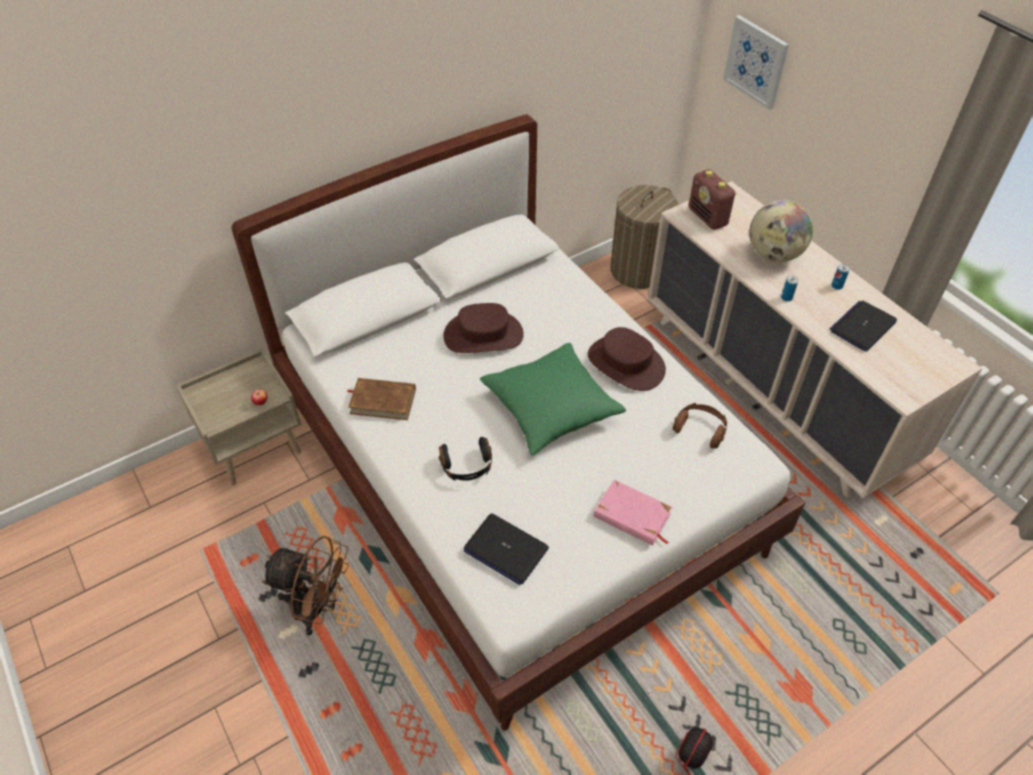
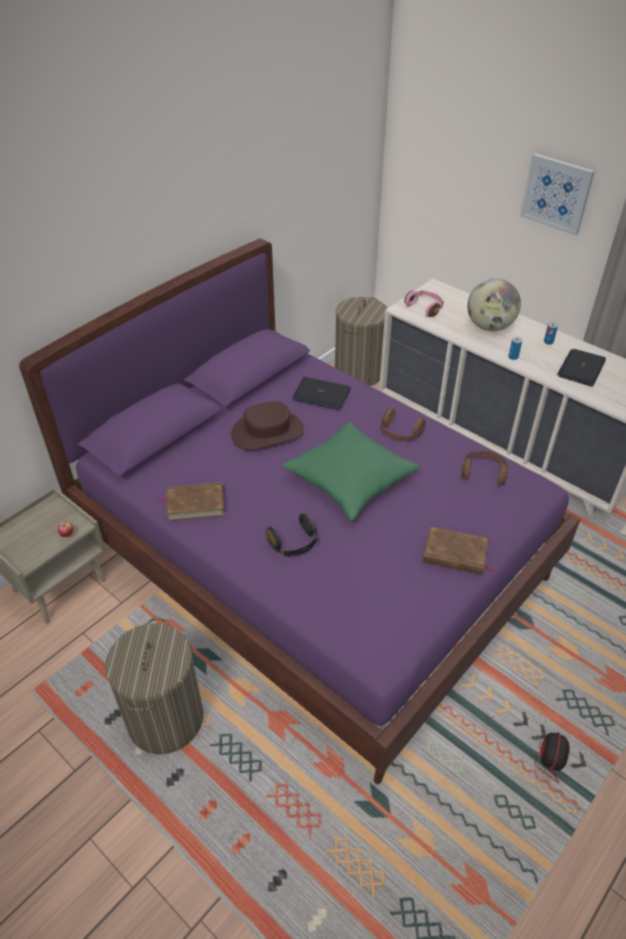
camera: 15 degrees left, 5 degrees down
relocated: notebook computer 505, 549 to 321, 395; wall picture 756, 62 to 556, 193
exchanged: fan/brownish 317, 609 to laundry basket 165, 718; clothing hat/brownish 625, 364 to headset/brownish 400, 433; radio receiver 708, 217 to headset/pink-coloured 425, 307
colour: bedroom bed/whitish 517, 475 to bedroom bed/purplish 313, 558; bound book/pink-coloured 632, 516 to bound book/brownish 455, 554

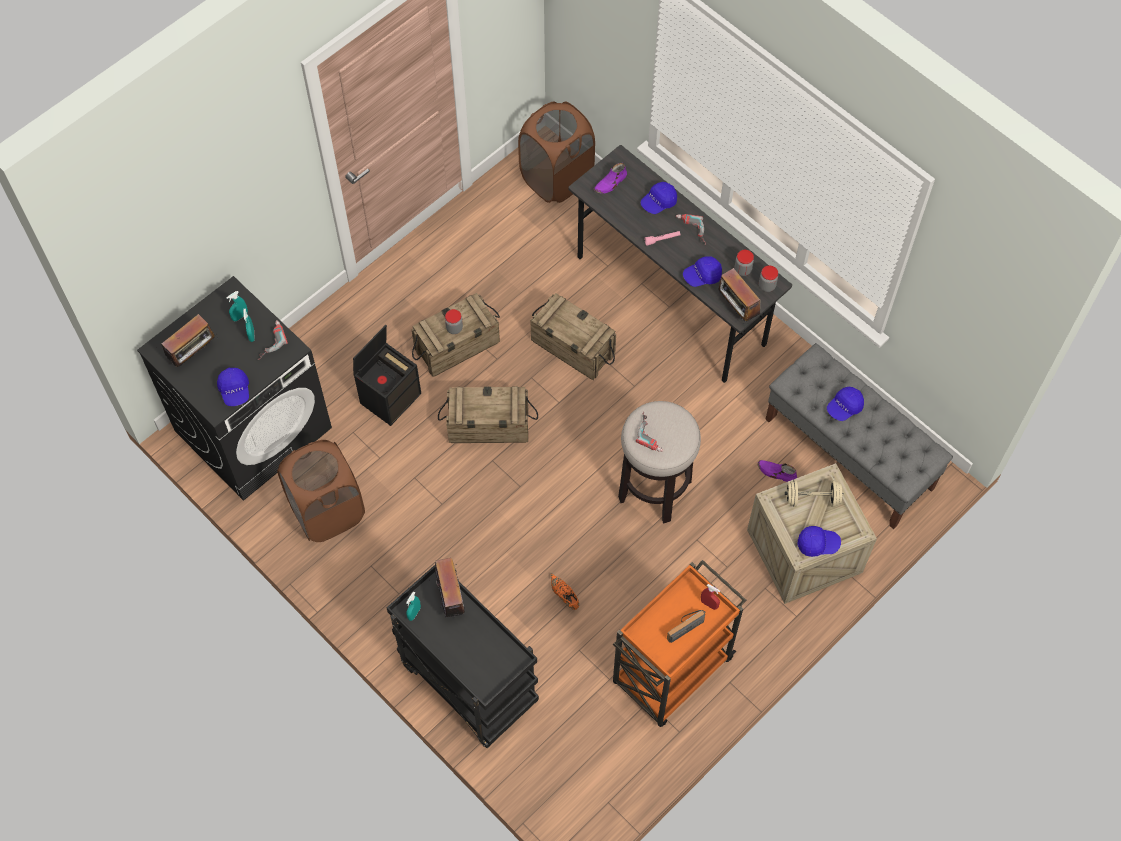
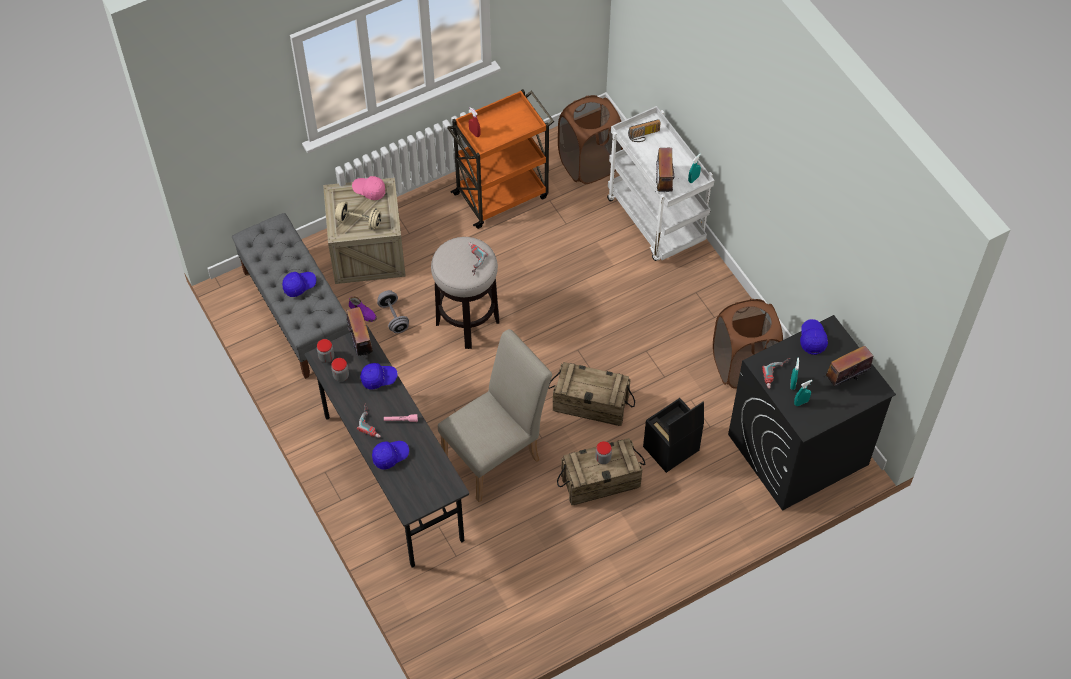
camera: 165 degrees left, 5 degrees down
missing: shoe/orange-coloured 564, 596; shoe/purplish 610, 183
appeared: free weight/gray 393, 317
relocated: laundry basket/brownish 556, 178 to 589, 164; radio receiver 684, 625 to 644, 136
exchanged: crate 572, 348 to plain chair/beige-coloured 497, 455
colour: cap/blue 817, 544 to cap/pink-coloured 369, 190; trolley/blackish 466, 682 to trolley/whitish 657, 221

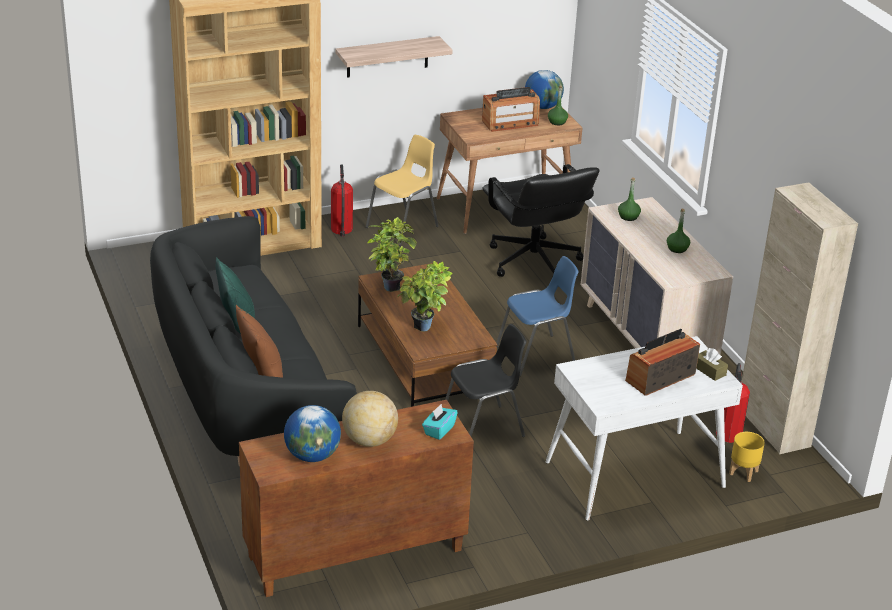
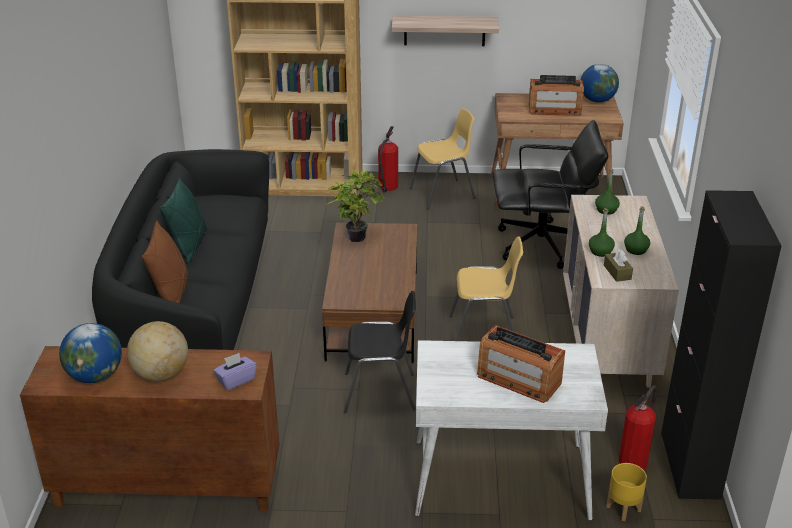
camera: 25 degrees right, 0 degrees up
missing: potted plant 424, 329
relocated: drink bottle/green-coloured 557, 122 to 600, 251; tissue box/brownish 709, 371 to 617, 272
colour: tissue box/turquoise 439, 430 to tissue box/purplish 236, 380; plain chair/blue 536, 355 to plain chair/yellow 484, 332; cupboard/beige-coloured 773, 427 to cupboard/blackish 689, 465
spun: radio receiver 660, 377 = 518, 380 135 degrees counterclockwise; computer chair/blackish 533, 262 = 542, 245 90 degrees counterclockwise

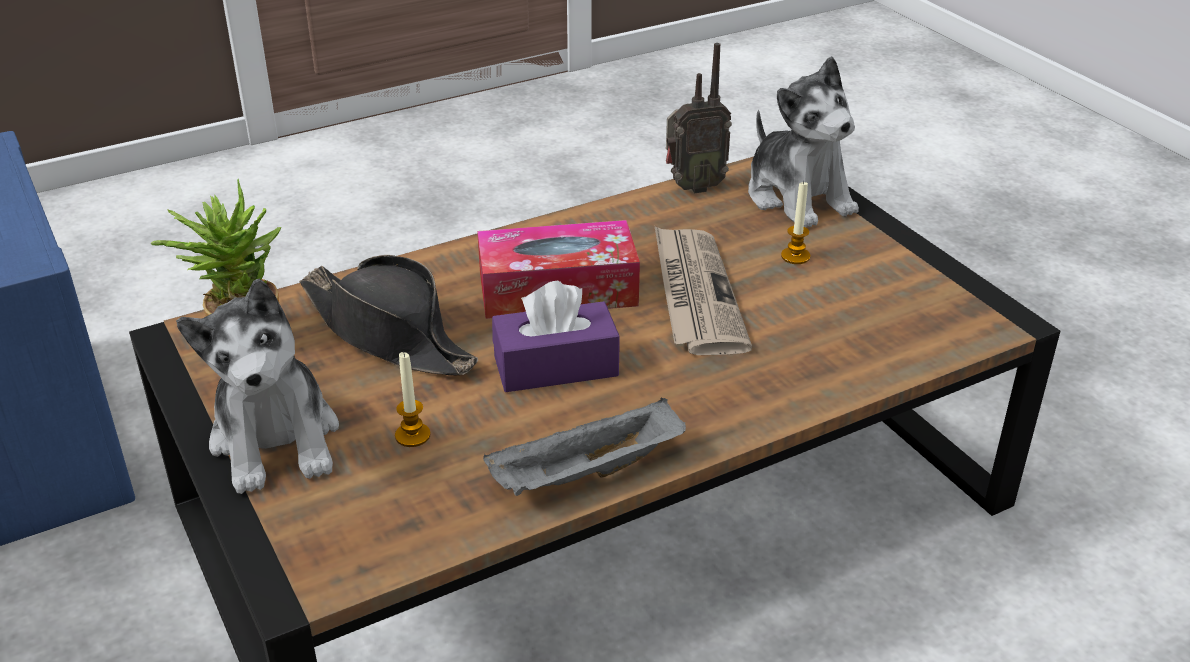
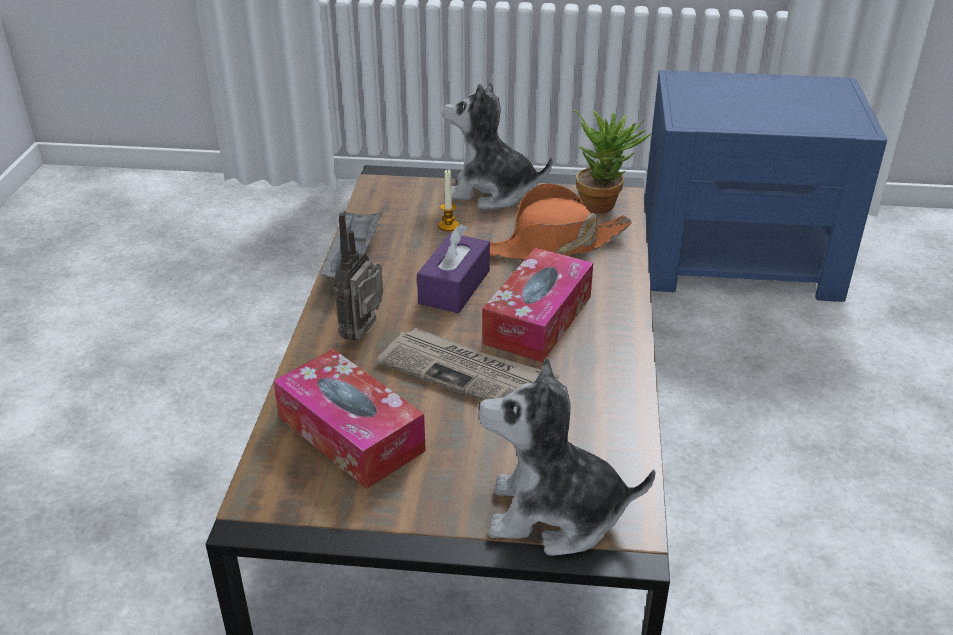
camera: 125 degrees right, 0 degrees up
missing: wax candle 795, 256
appeared: tissue box 350, 434
relocated: radio receiver 692, 187 to 364, 334
colour: clothing hat/blackish 389, 334 to clothing hat/orange-coloured 553, 245

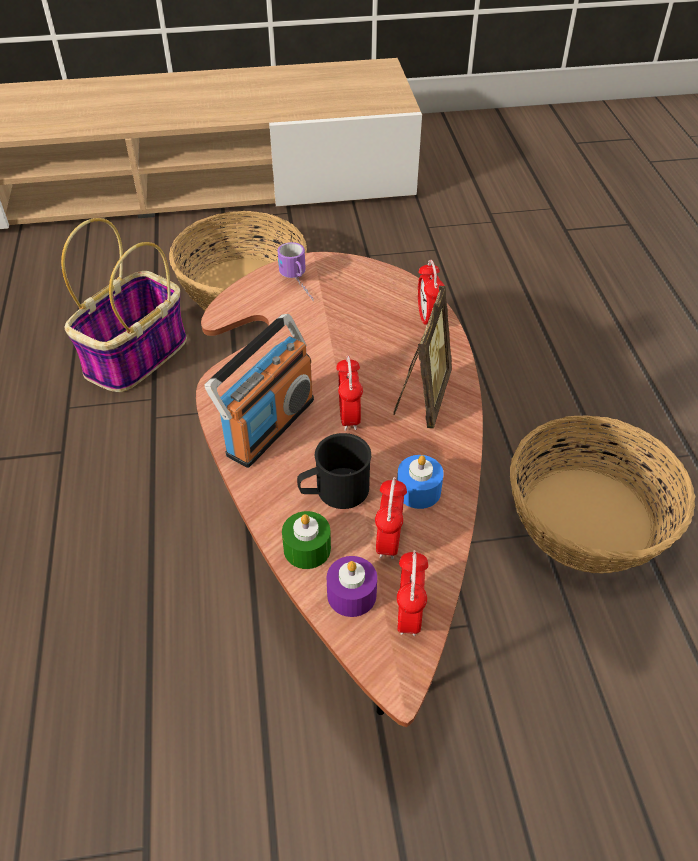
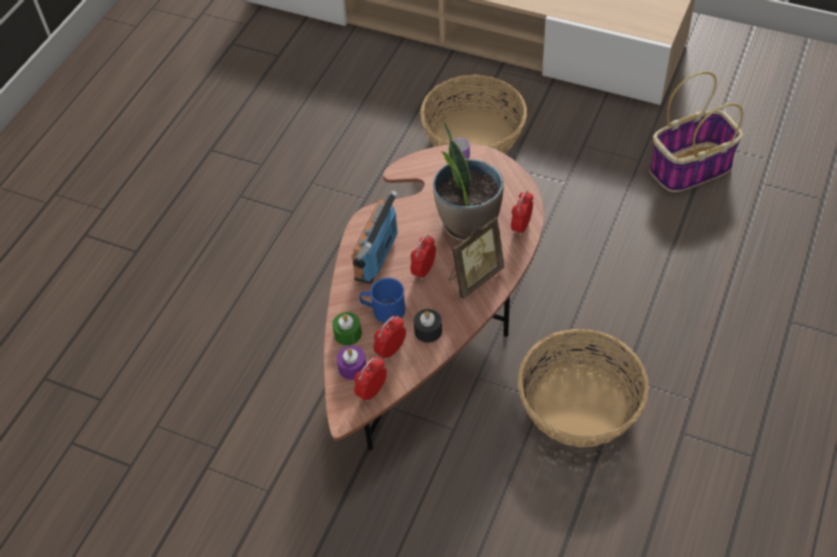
camera: 35 degrees right, 5 degrees up
appeared: potted plant 468, 223
relocated: basket 136, 357 to 690, 169
colour: coffee mug/blackish 334, 491 to coffee mug/blue 383, 310; wax candle/blue 418, 490 to wax candle/blackish 428, 330
spun: radio receiver 269, 426 = 376, 256 135 degrees clockwise

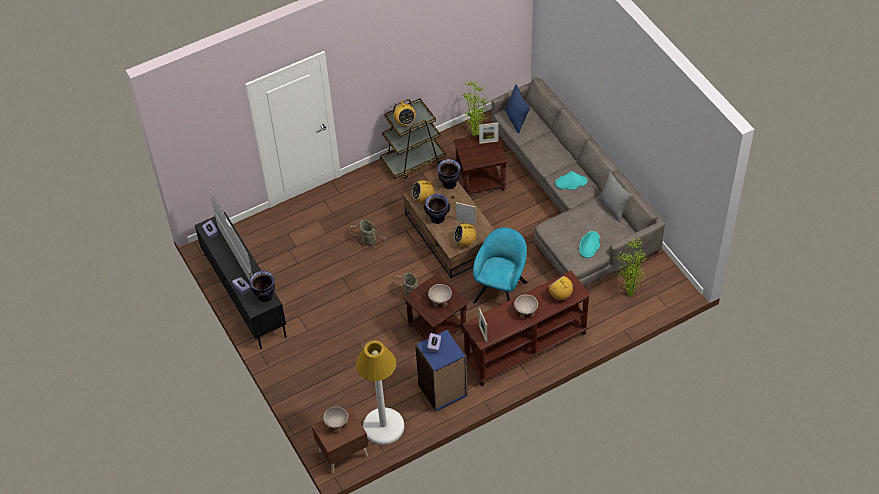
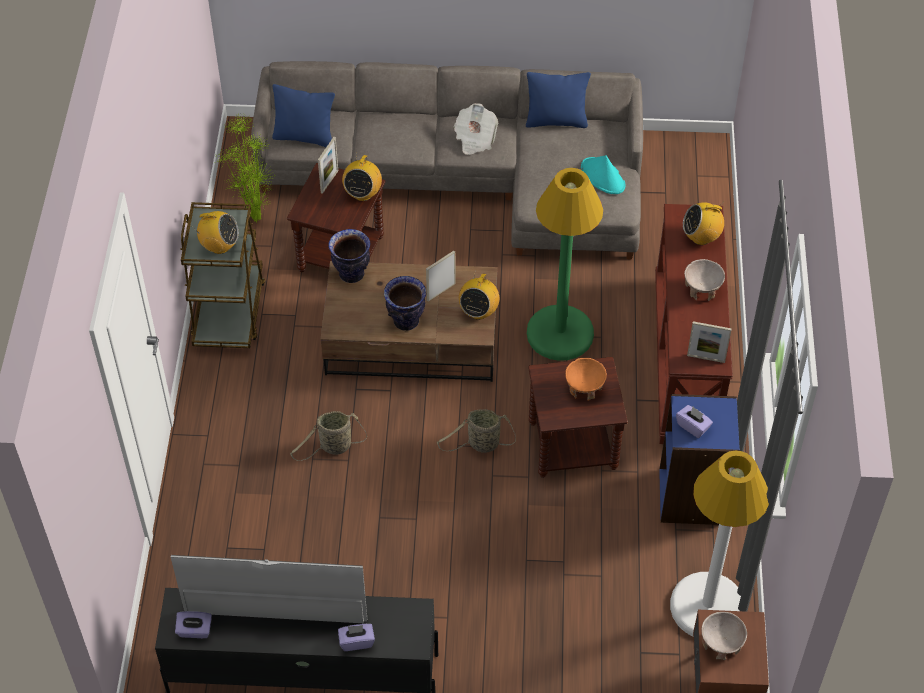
camera: 60 degrees left, 0 degrees up
missing: flower vase 265, 296; potted plant 628, 294
relocated: radio receiver 423, 199 to 363, 193
exchanged: clothing hat/turquoise 571, 182 to printed paper 475, 139; lounge chair/turquoise 501, 290 to floor lamp/green-coloured 560, 333
colour: pillow/gray 613, 208 to pillow/blue 556, 121; serving bowl/beige-coloured 440, 301 to serving bowl/orange-coloured 584, 388

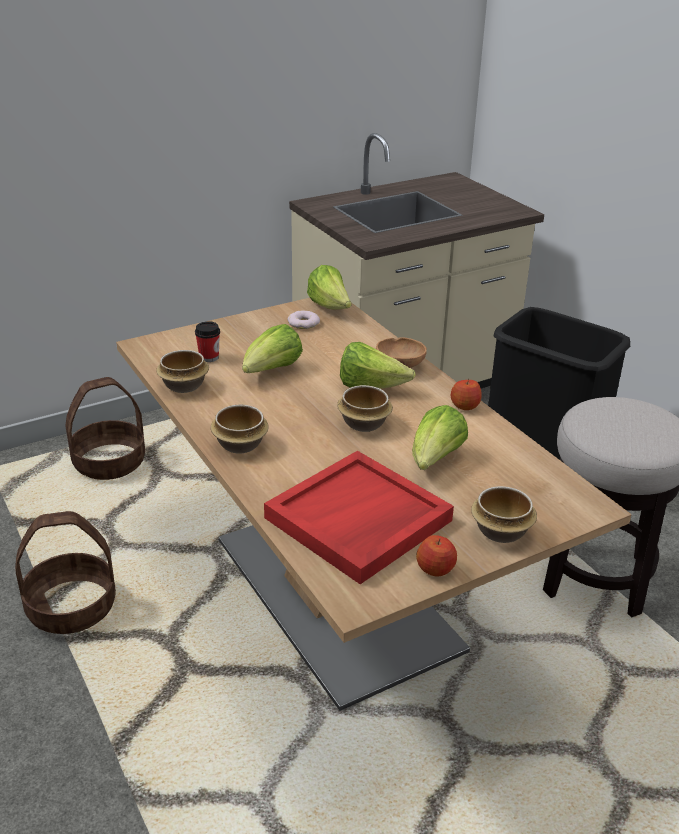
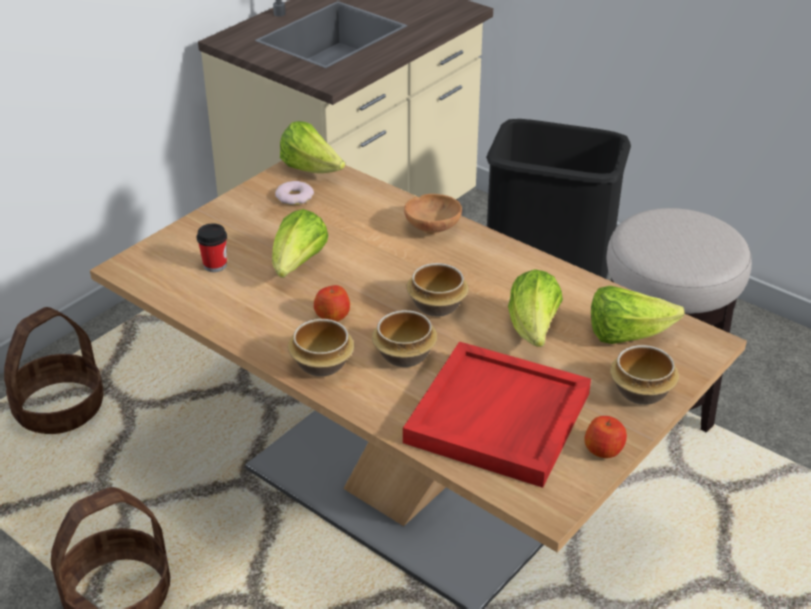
camera: 20 degrees left, 5 degrees up
relocated: whole apple 465, 405 to 332, 316; serving bowl 183, 386 to 404, 357; lettuce head 370, 387 to 626, 335

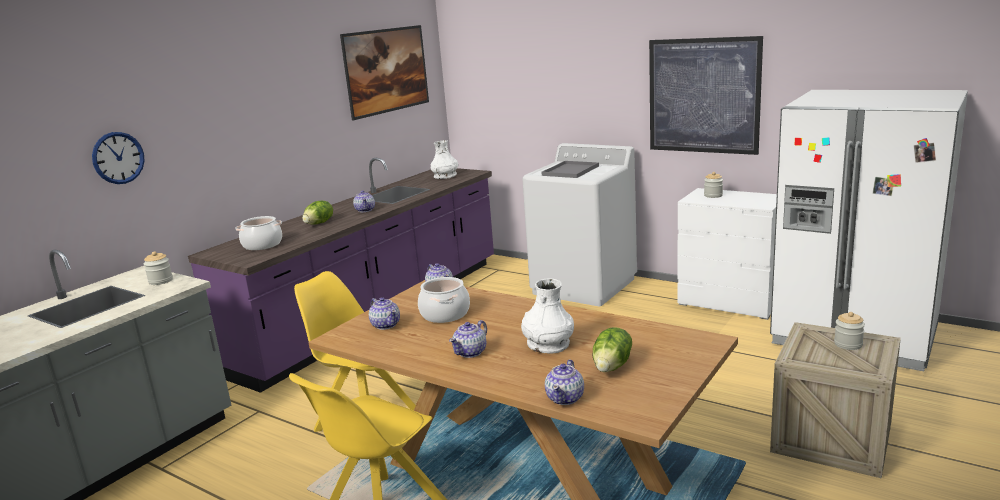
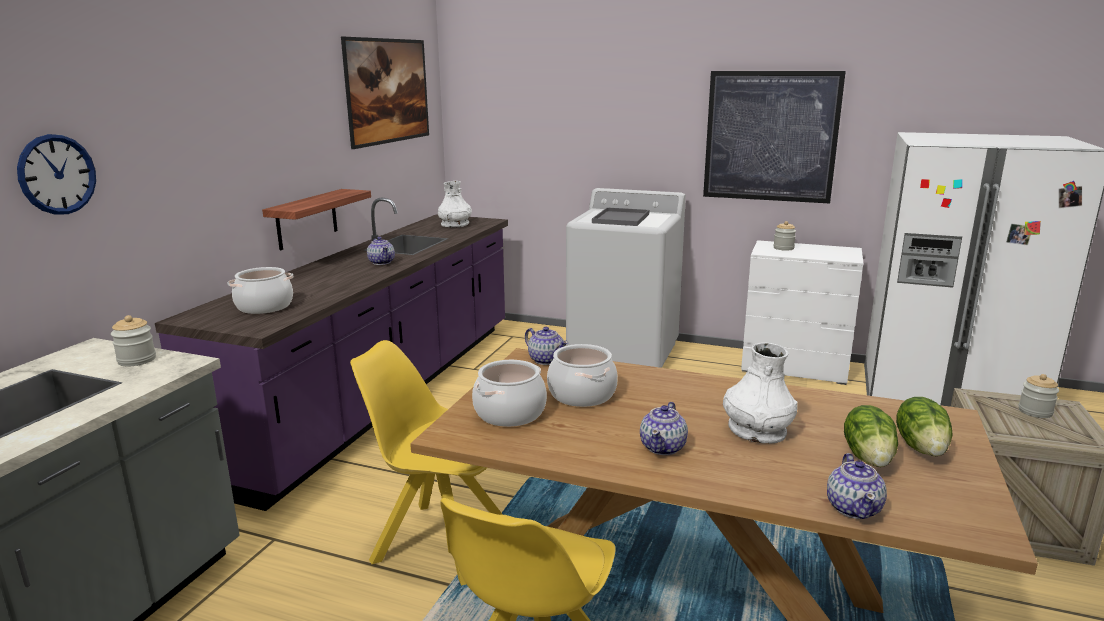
camera: 15 degrees left, 0 degrees up
appeared: shelf 307, 219
relocated: lettuce head 319, 223 to 922, 447
exchanged: pot for tea 386, 325 to saucepot 510, 413

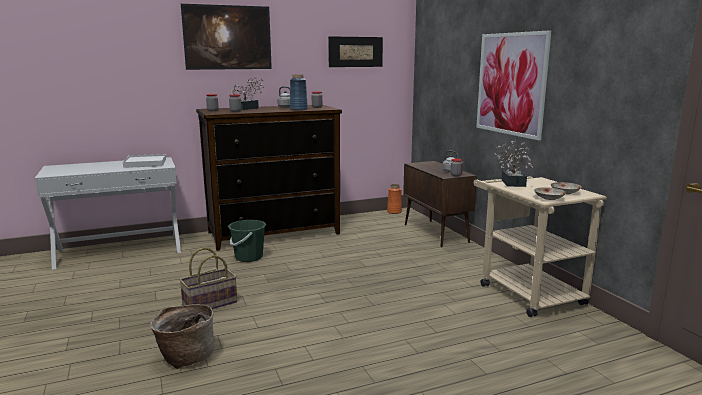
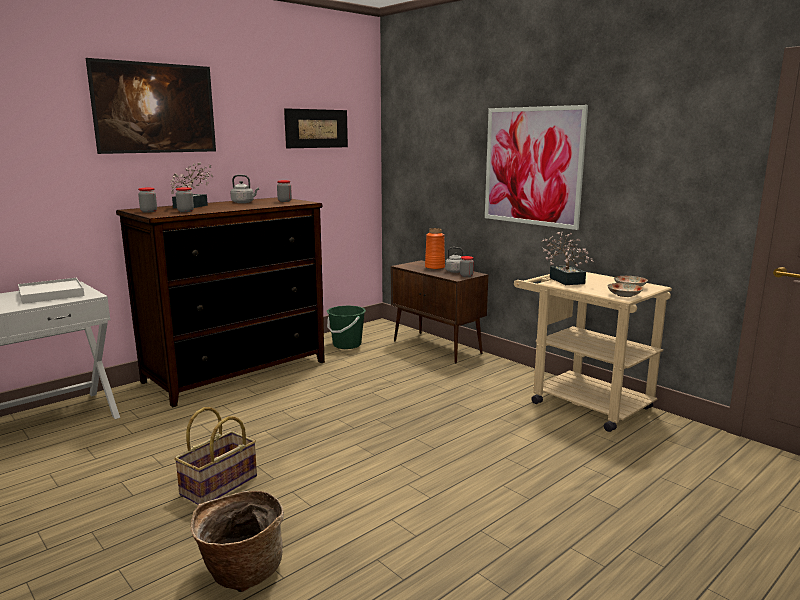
camera: 20 degrees left, 0 degrees up
missing: flower vase/blue 298, 109
relocated: bucket/green-coloured 248, 257 to 346, 345; flower vase/orange-coloured 394, 212 to 434, 267

